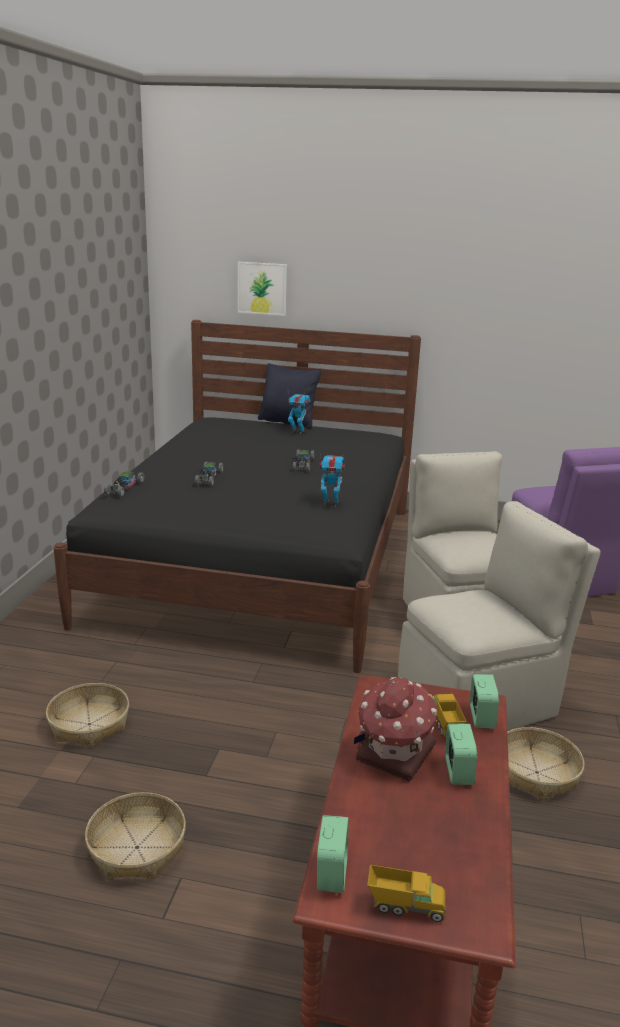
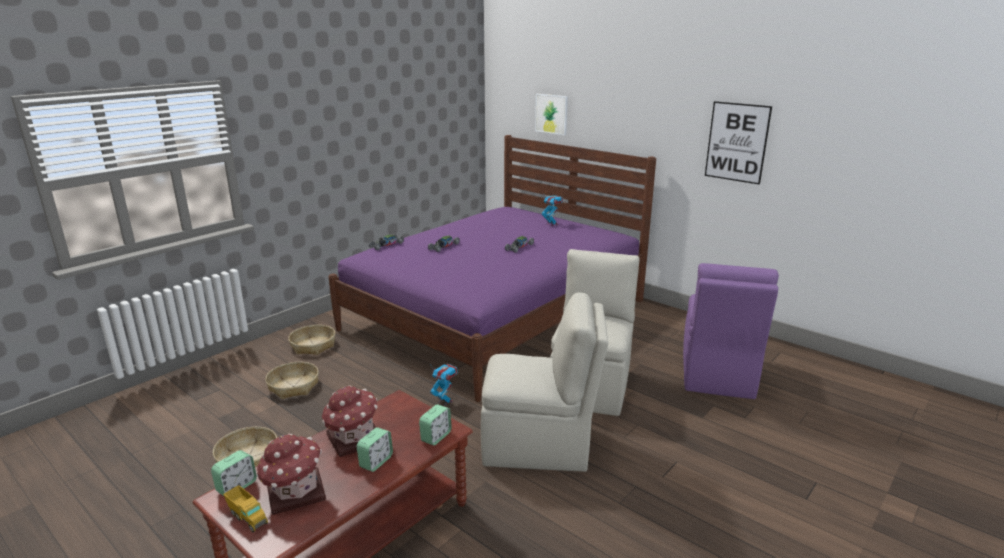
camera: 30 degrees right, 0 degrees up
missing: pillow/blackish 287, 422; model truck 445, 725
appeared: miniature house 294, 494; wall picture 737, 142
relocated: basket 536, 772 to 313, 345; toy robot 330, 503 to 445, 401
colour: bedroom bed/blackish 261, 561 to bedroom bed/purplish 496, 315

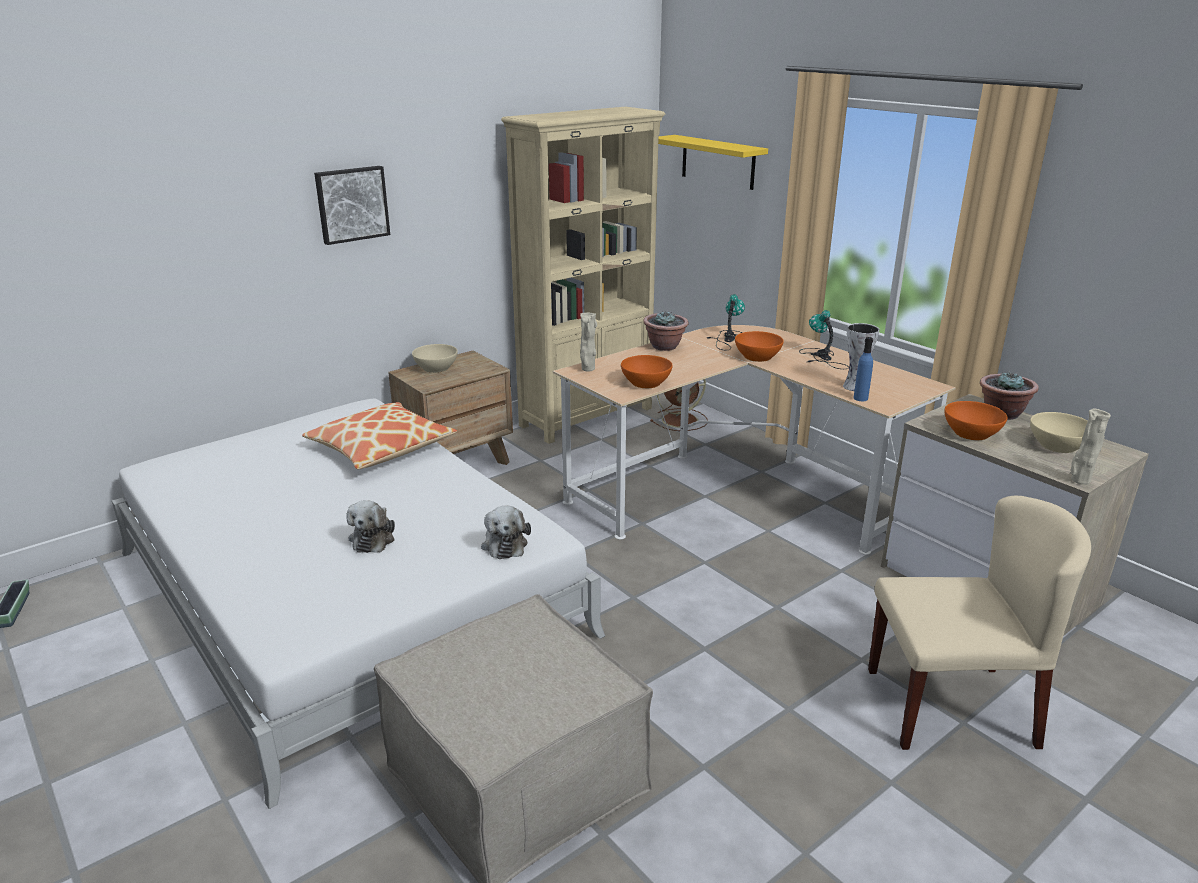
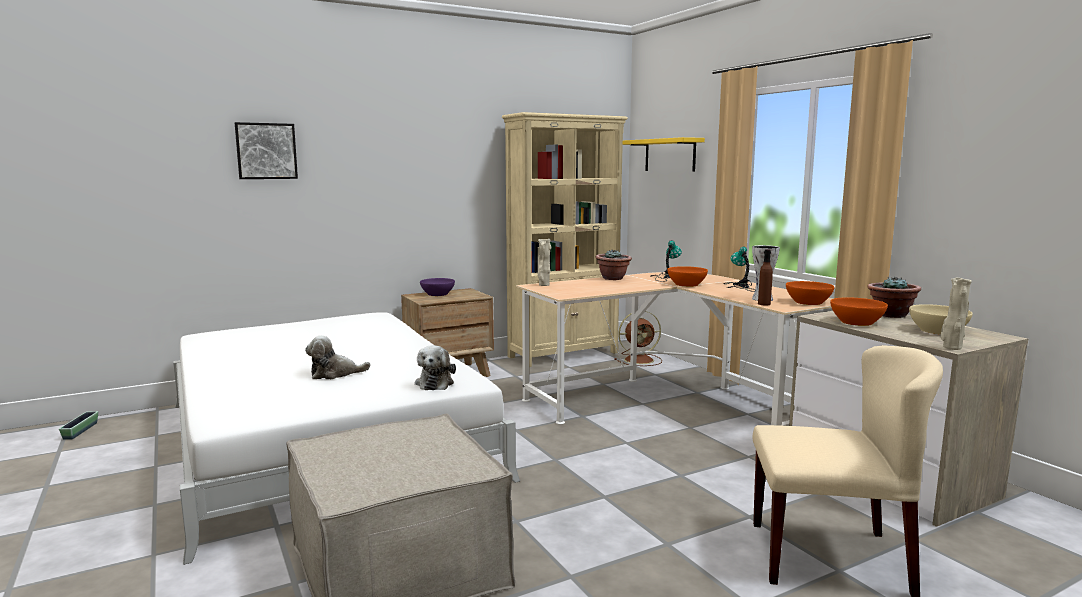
camera: 10 degrees right, 15 degrees down
missing: pillow 381, 448
relocated: wall picture 351, 204 to 266, 151; serving bowl/orange-coloured 646, 382 to 808, 302
colour: serving bowl/beige-coloured 436, 368 to serving bowl/purplish 438, 294; drink bottle/blue 860, 398 to drink bottle/brownish 764, 304
spun: soft toy 373, 538 = 334, 374 60 degrees clockwise

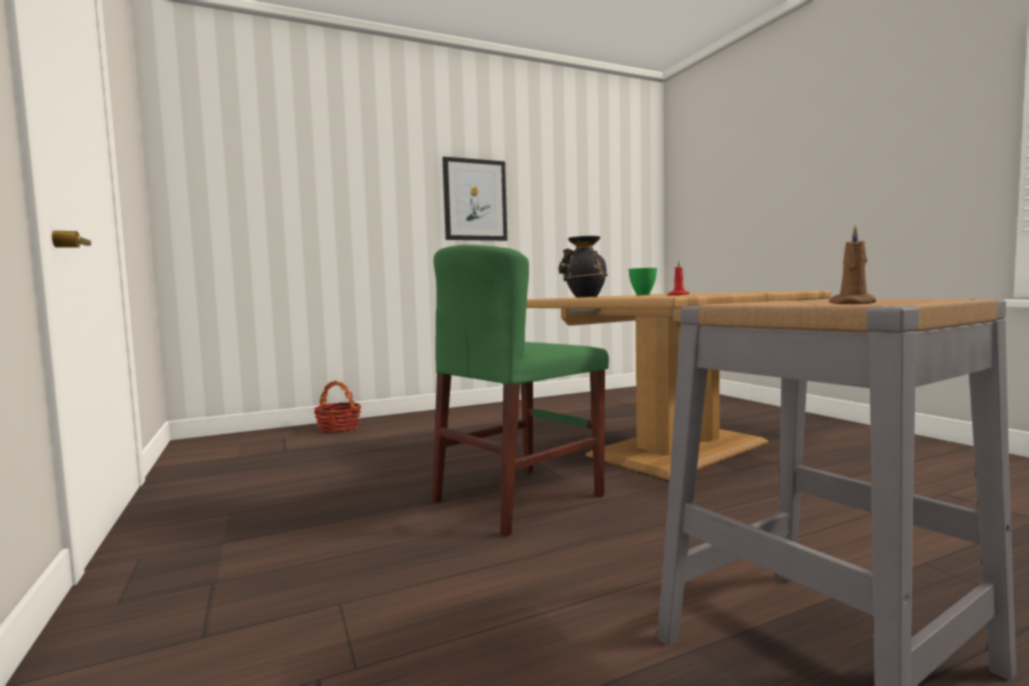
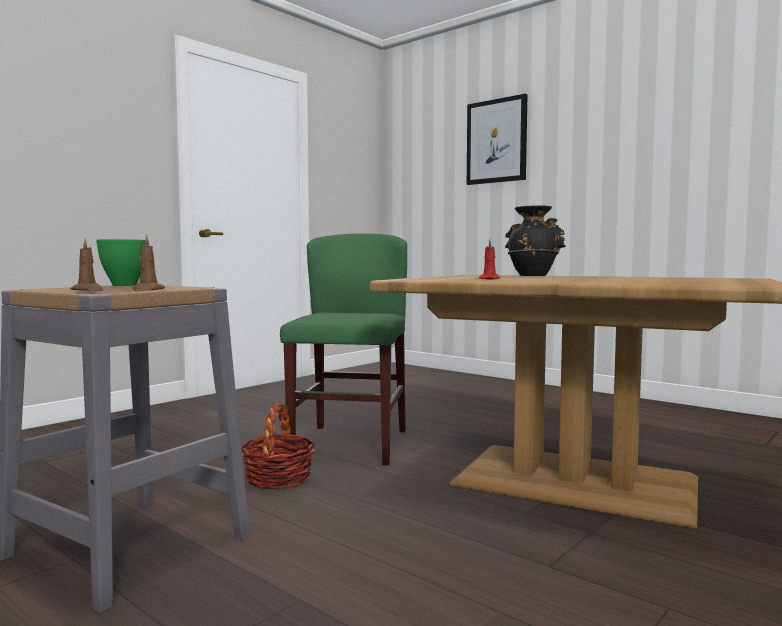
camera: 65 degrees right, 0 degrees up
appeared: wax candle/brownish 147, 290
relocated: serving bowl/green-coloured 643, 294 to 124, 285; basket 338, 428 to 278, 478; wall picture 475, 200 to 496, 141
spun: plain chair/green-coloured 519, 498 = 350, 444 75 degrees clockwise

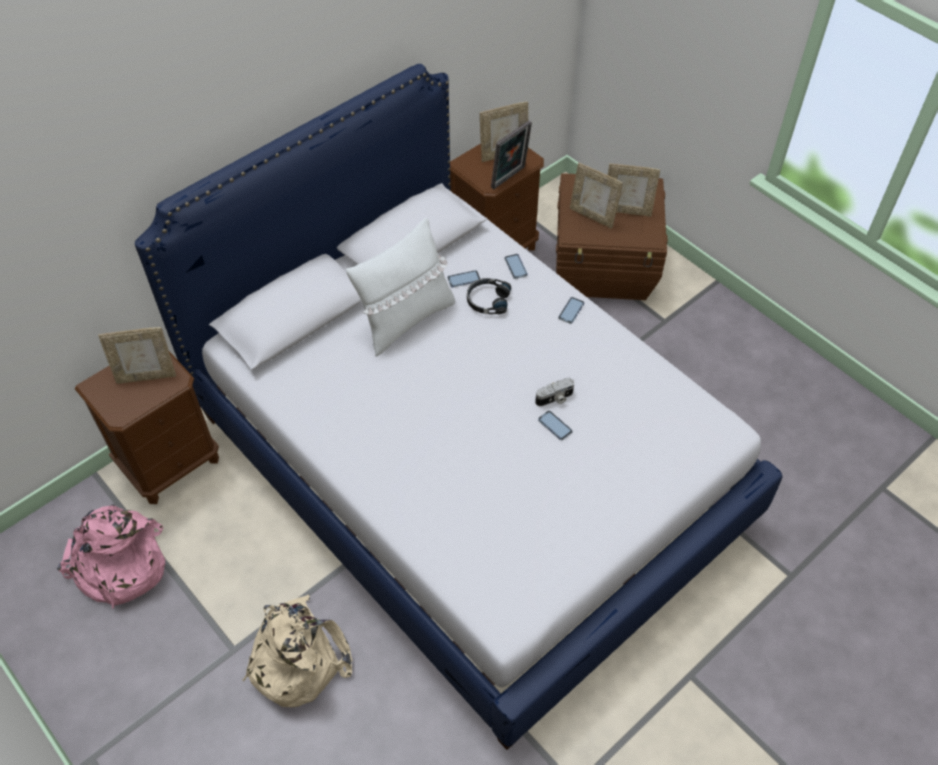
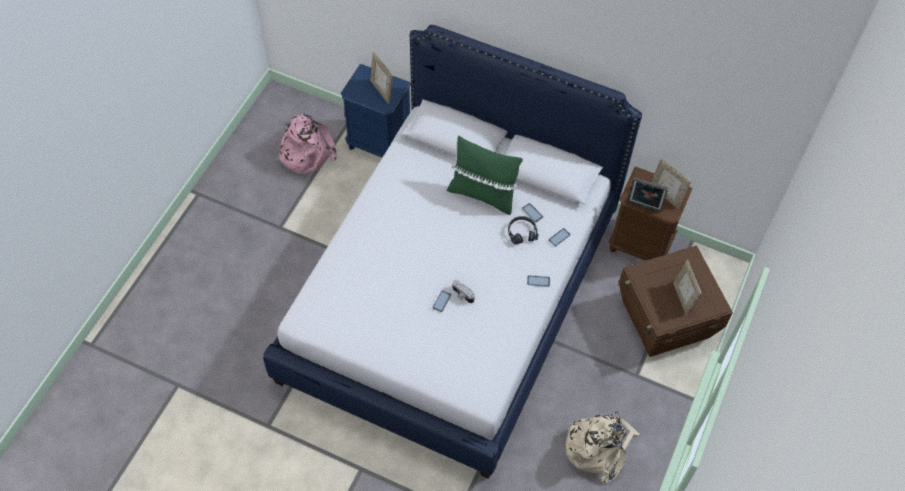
camera: 65 degrees right, 5 degrees up
missing: photo frame 592, 216
relocated: knapsack/beige-coloured 297, 657 to 598, 447
colour: bedside table/brownish 170, 463 to bedside table/blue 379, 143; pillow/whitish 405, 320 to pillow/green-coloured 483, 194

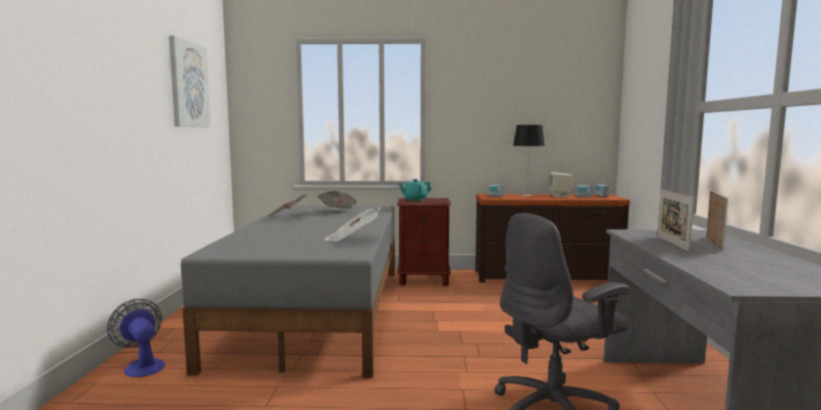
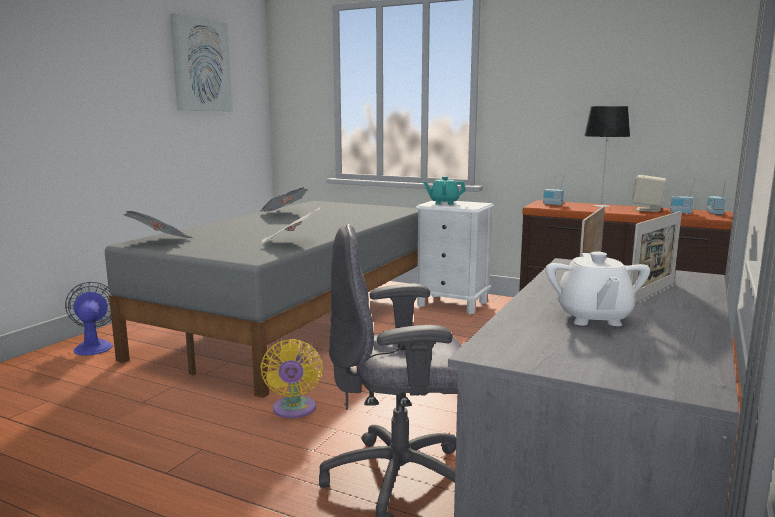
camera: 25 degrees right, 5 degrees up
appeared: fan/yellow 294, 410; pot for tea/whitish 593, 318
relocated: printed paper 338, 211 to 161, 242
colour: bedside table/brownish 424, 280 to bedside table/whitish 452, 304

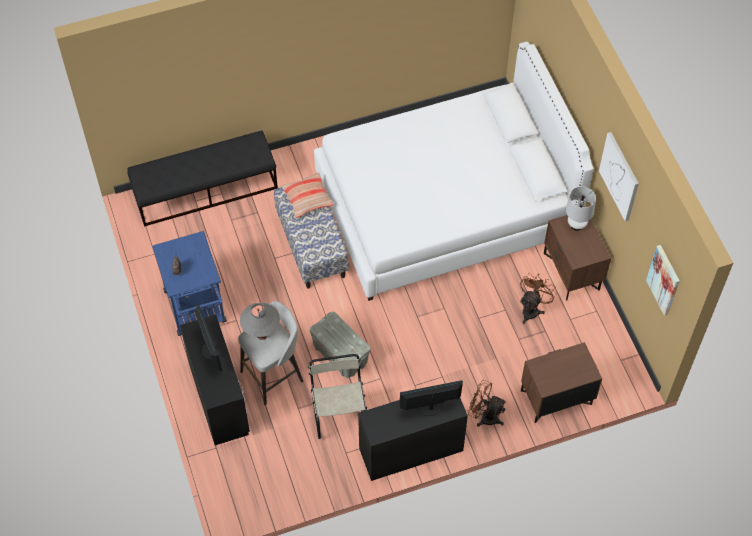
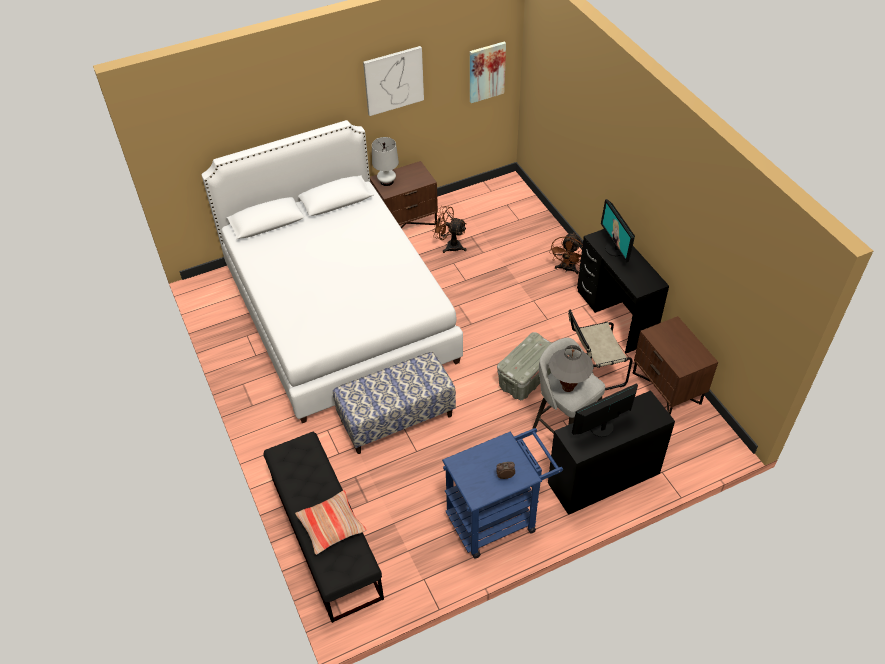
camera: 95 degrees left, 10 degrees down
relocated: pillow 307, 198 to 331, 526; bedside table/brownish 556, 398 to 667, 388

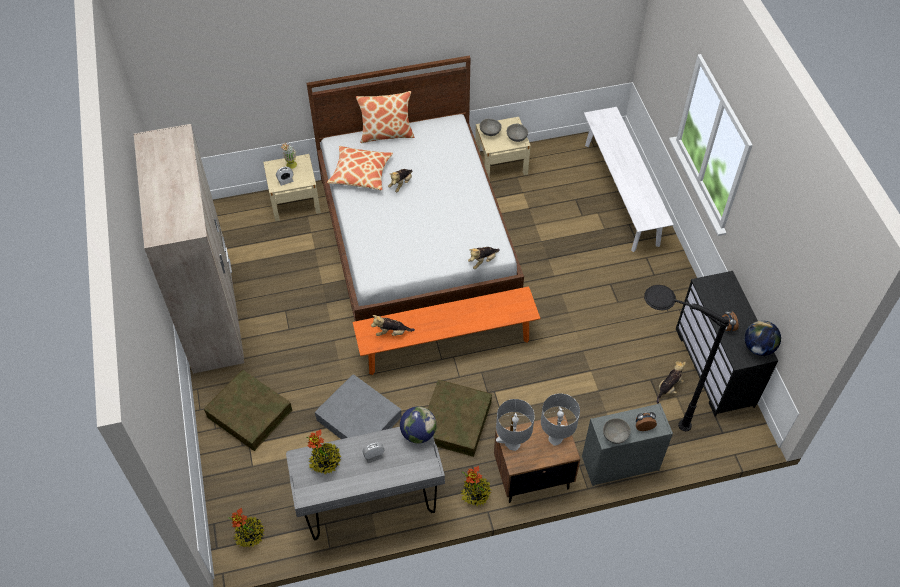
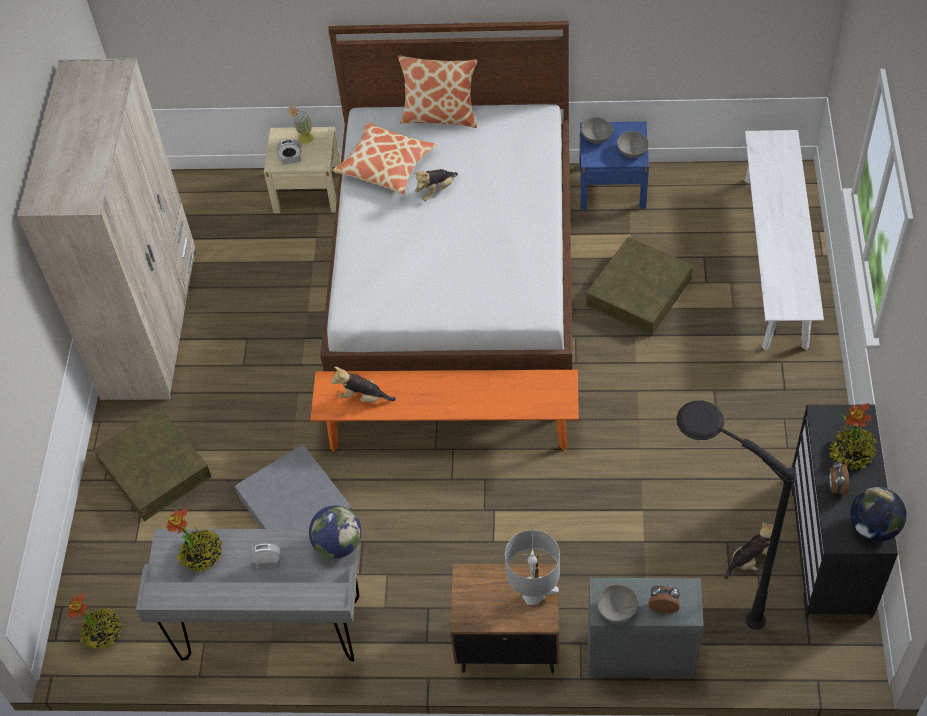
camera: 20 degrees right, 0 degrees up
missing: soft toy 483, 261; table lamp/gray 512, 444
relocated: storage container/brownish 455, 421 to 638, 292; potted plant 476, 494 to 852, 453
colour: bedside table/beige-coloured 501, 163 to bedside table/blue 612, 186

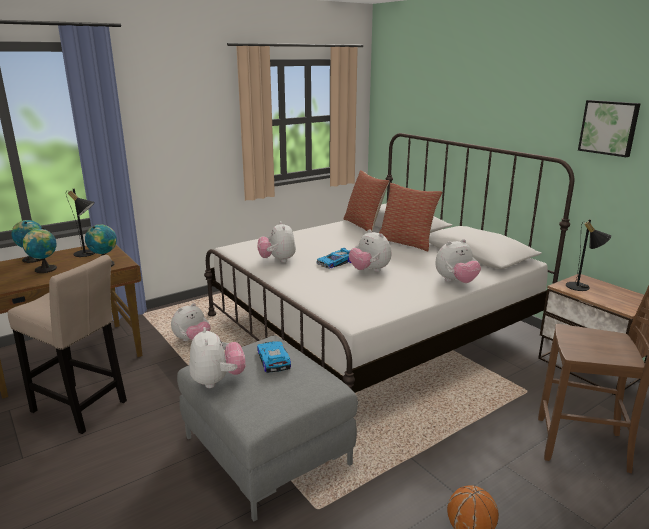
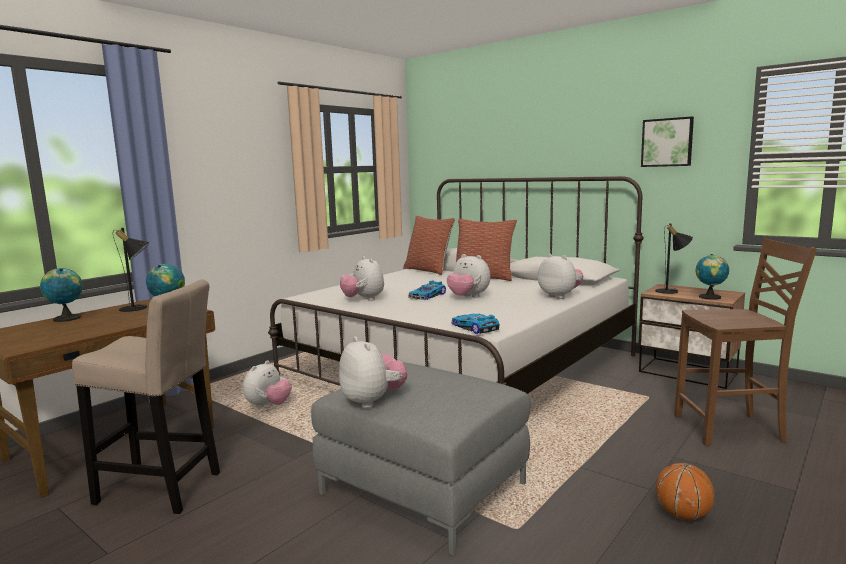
camera: 15 degrees left, 10 degrees down
relocated: miniature car 272, 360 to 474, 328; desk globe 44, 270 to 710, 297
spun: soft toy 456, 282 = 560, 296 90 degrees counterclockwise

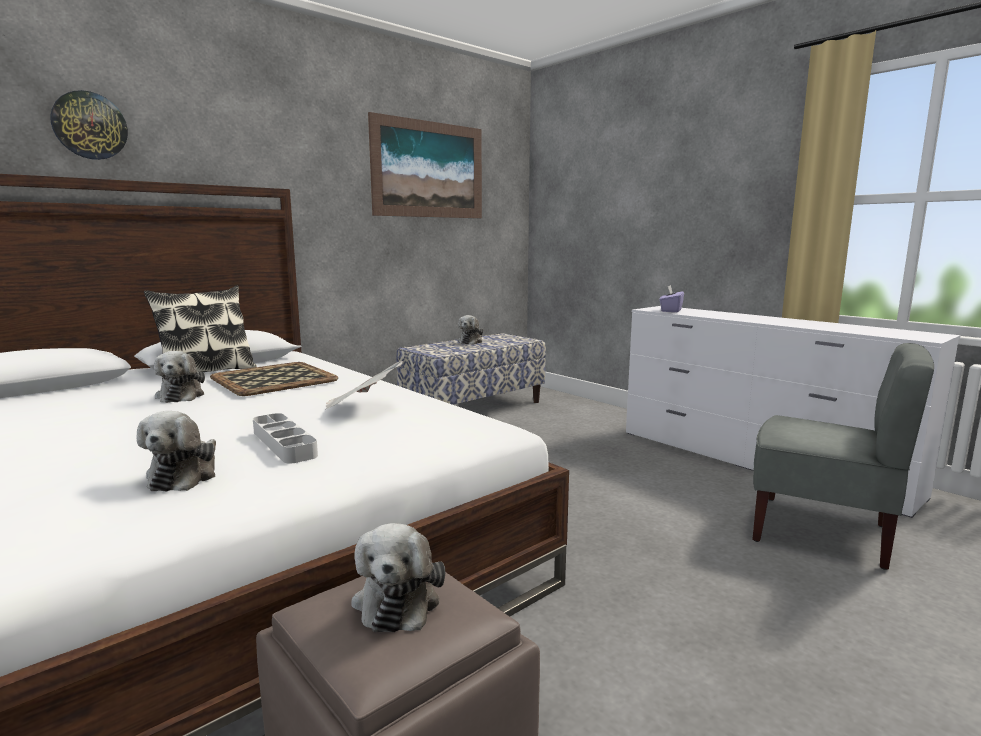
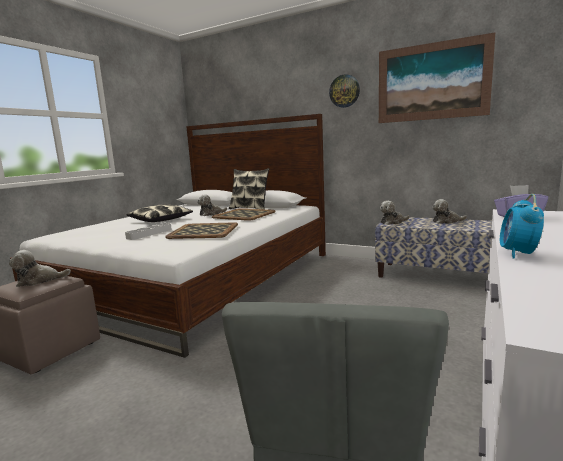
camera: 70 degrees right, 0 degrees up
appeared: pillow 160, 220; table clock 518, 254
relocated: hanging clock 90, 126 to 344, 91; soft toy 185, 475 to 393, 222
exchanged: printed paper 361, 407 to tray 203, 231

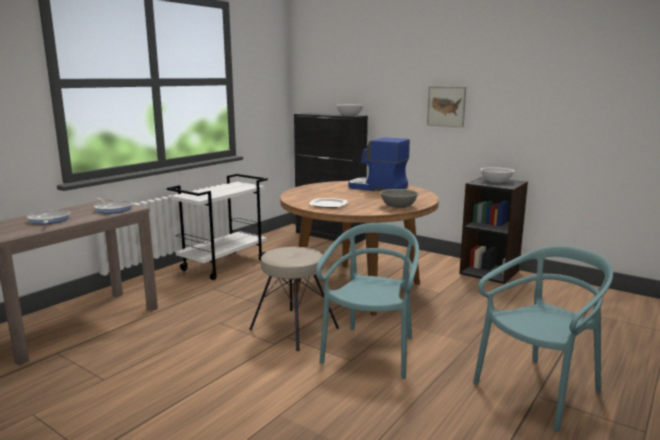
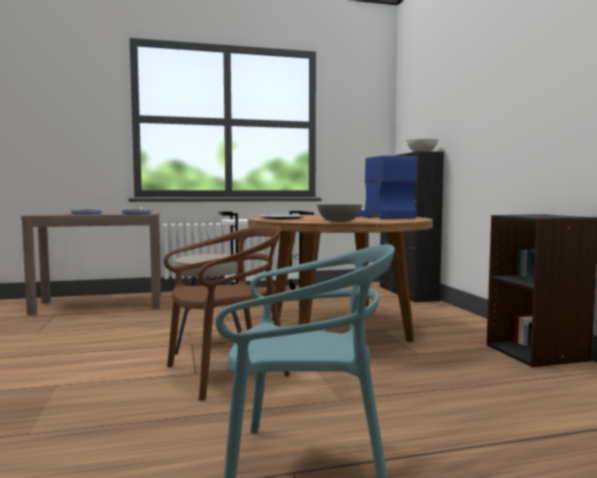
camera: 40 degrees right, 10 degrees down
missing: wall picture 446, 106; serving bowl/whitish 496, 181
colour: plain chair/turquoise 371, 352 to plain chair/brownish 227, 373

